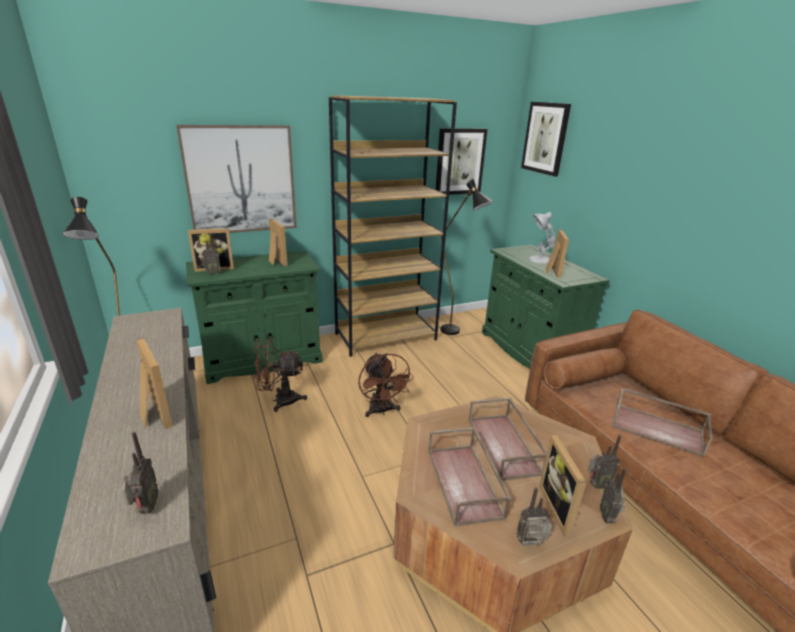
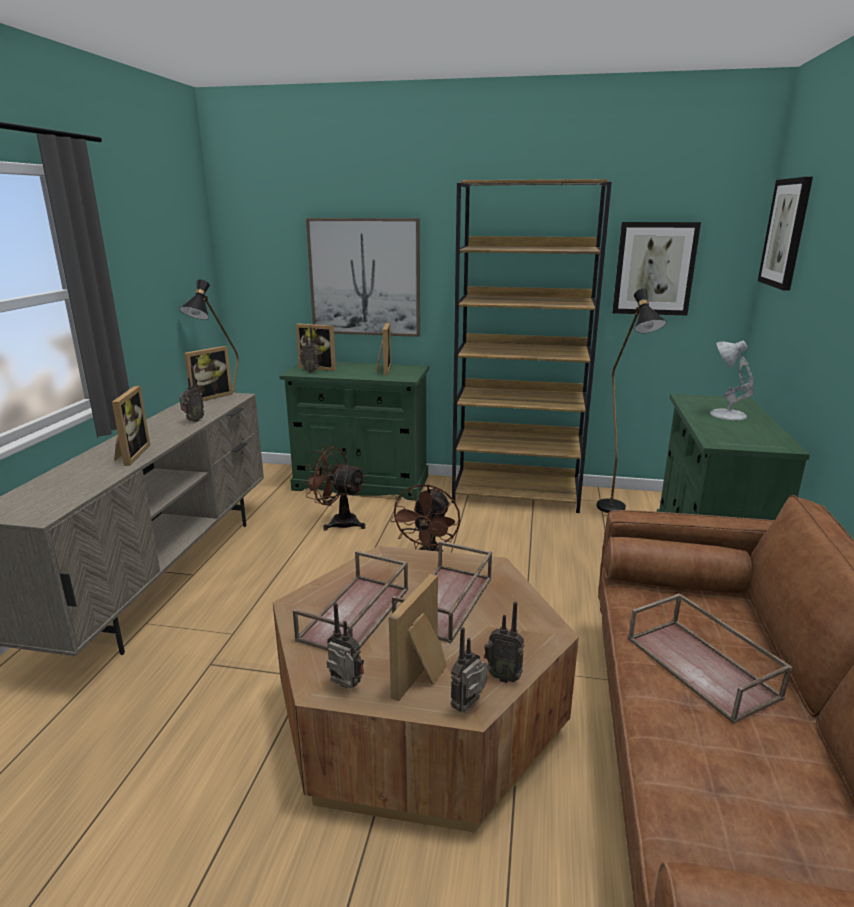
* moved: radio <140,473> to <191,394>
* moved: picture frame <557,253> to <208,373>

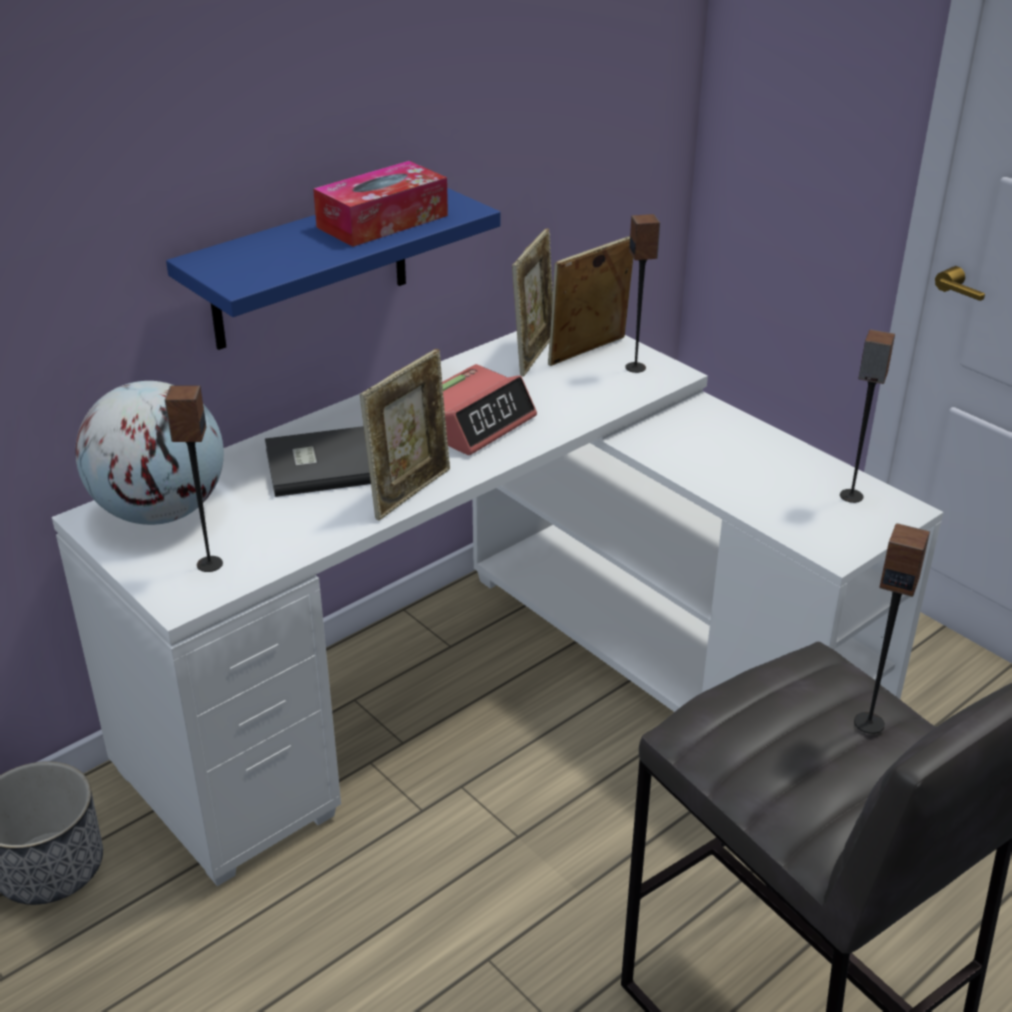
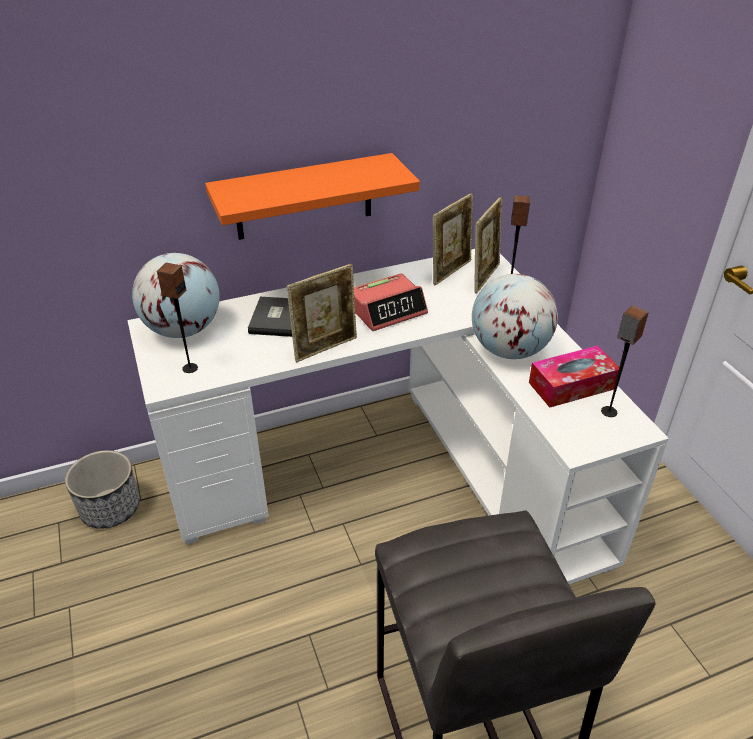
* recoloured: blue shelf <333,269> to orange shelf <312,196>
* added: globe <515,316>
* turned: picture frame <590,301> = <488,245> 135 degrees clockwise
* moved: tissue box <380,204> to <574,377>
* removed: speaker <892,628>

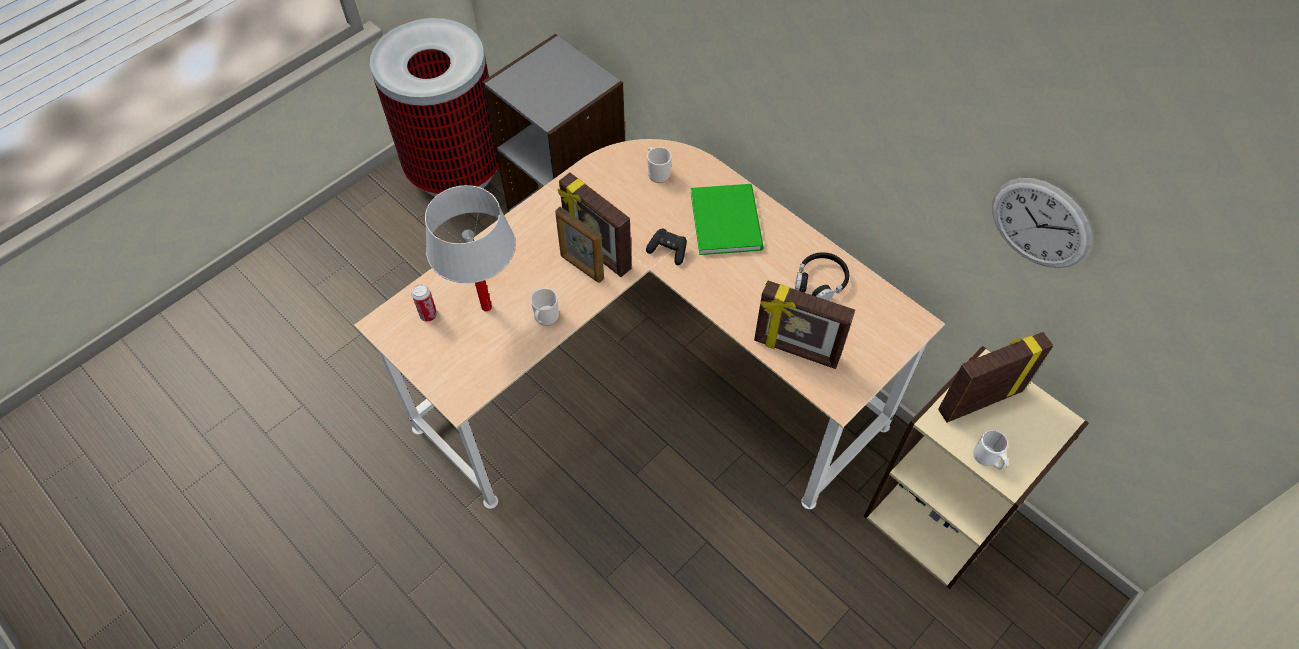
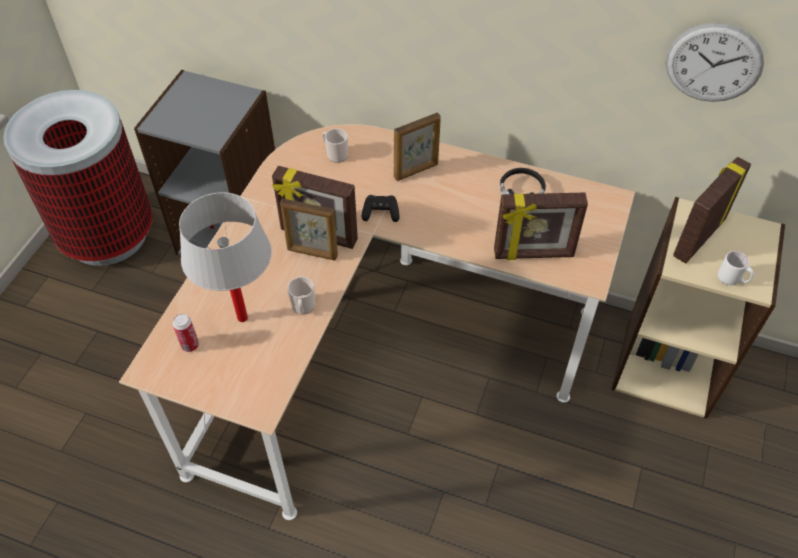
* replaced: green book <727,219> to picture frame <417,147>

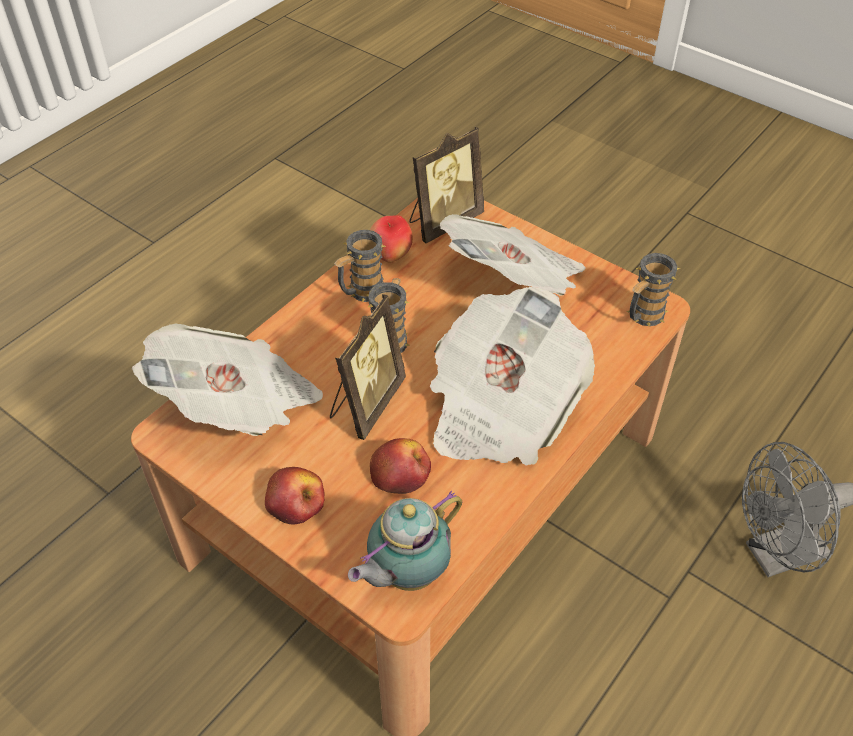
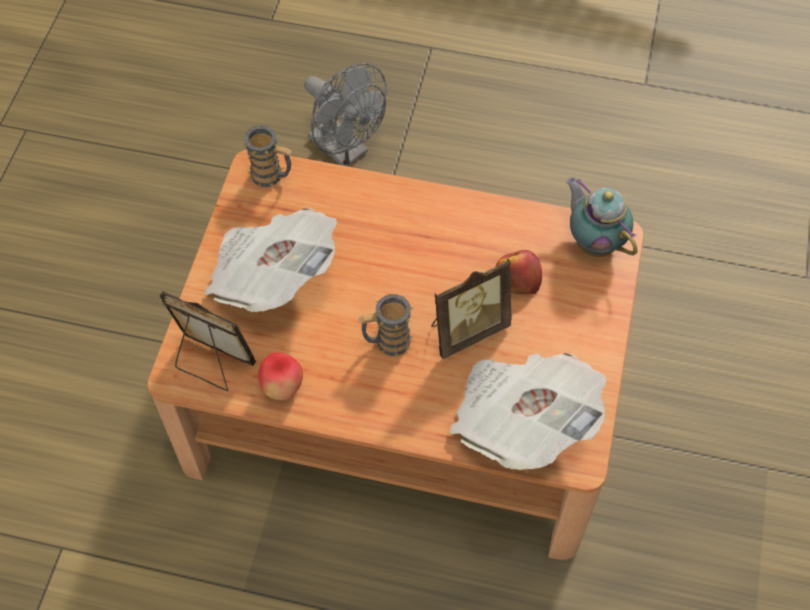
* turned: picture frame <368,367> = <471,308> 150 degrees clockwise
* turned: teapot <405,541> = <602,217> 150 degrees counterclockwise
* removed: apple <295,496>
* removed: mug <360,266>
* removed: newspaper <512,376>

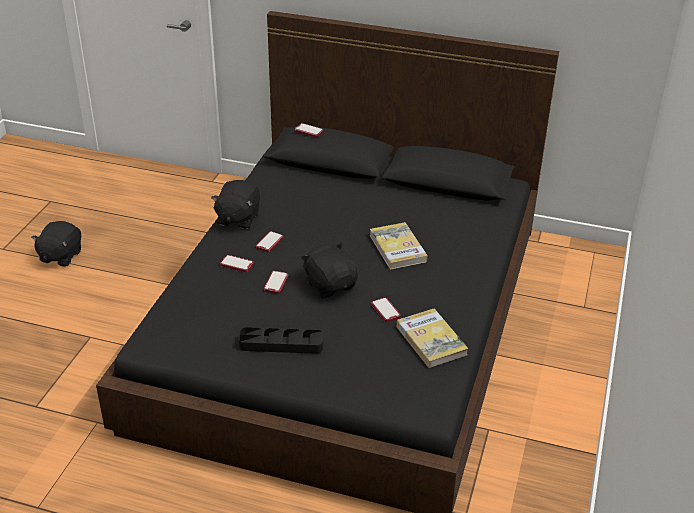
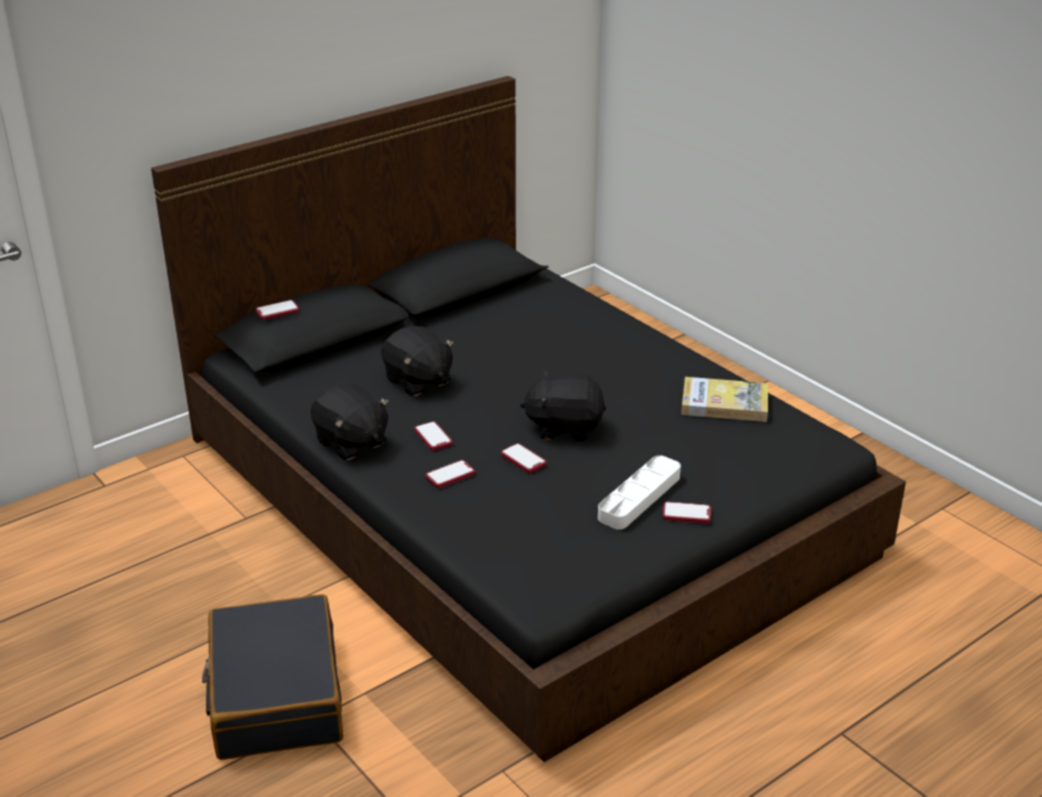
* added: black suitcase <272,677>
* moved: black plush toy <56,244> to <417,361>
* recoloured: black tray <280,340> to white tray <639,492>
* moved: phone <386,310> to <687,513>
* removed: book <398,246>

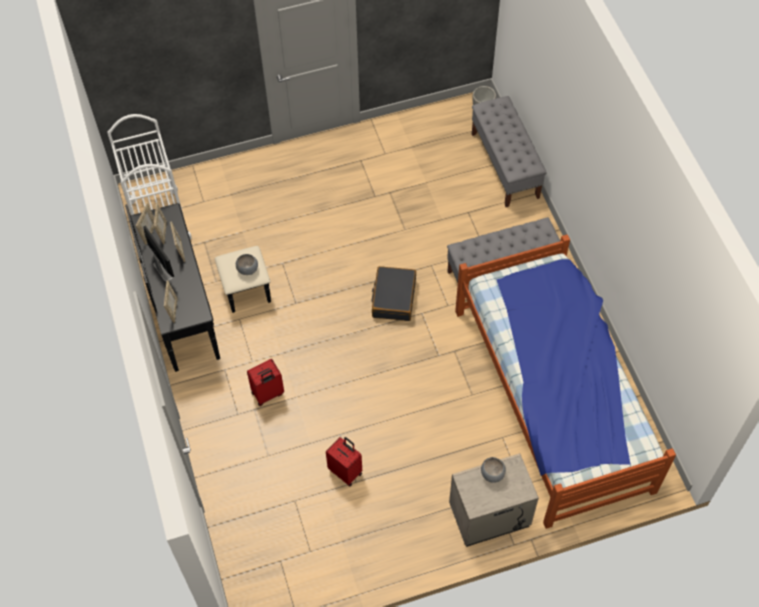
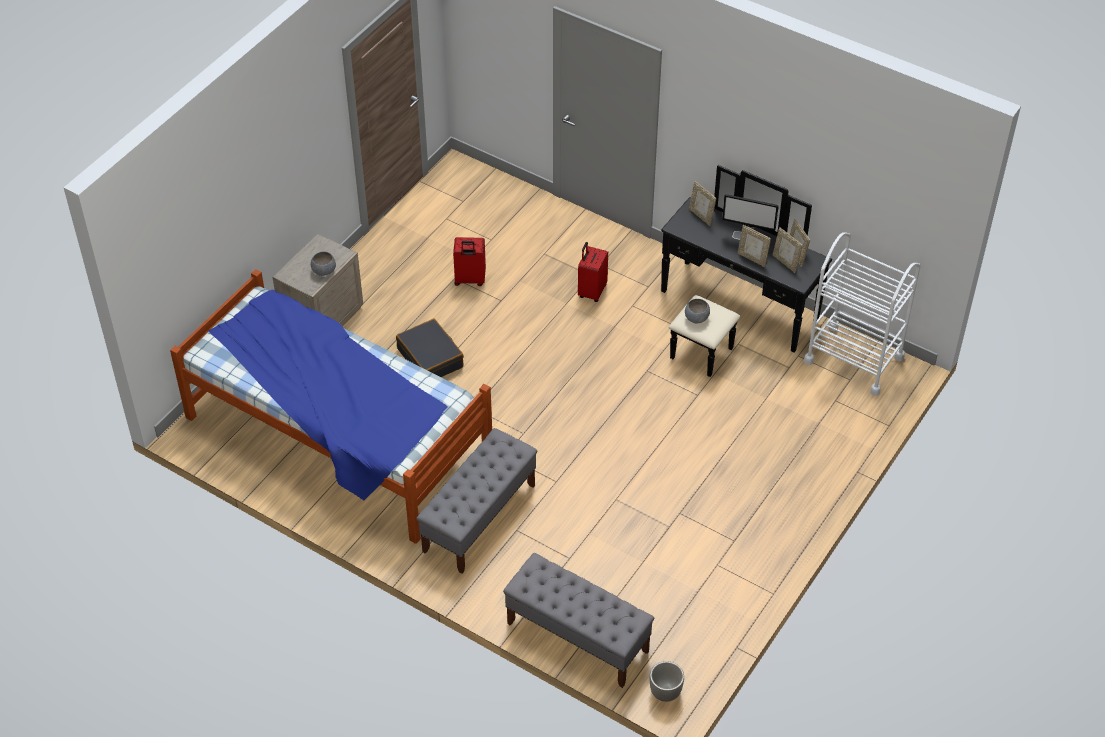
* moved: black suitcase <393,293> to <430,347>

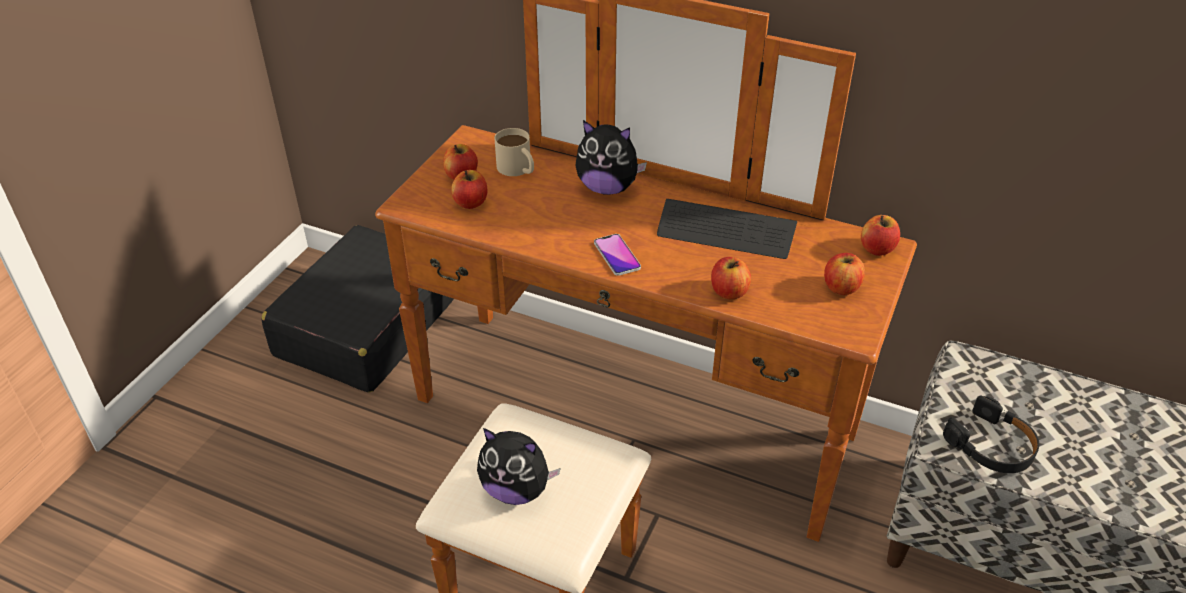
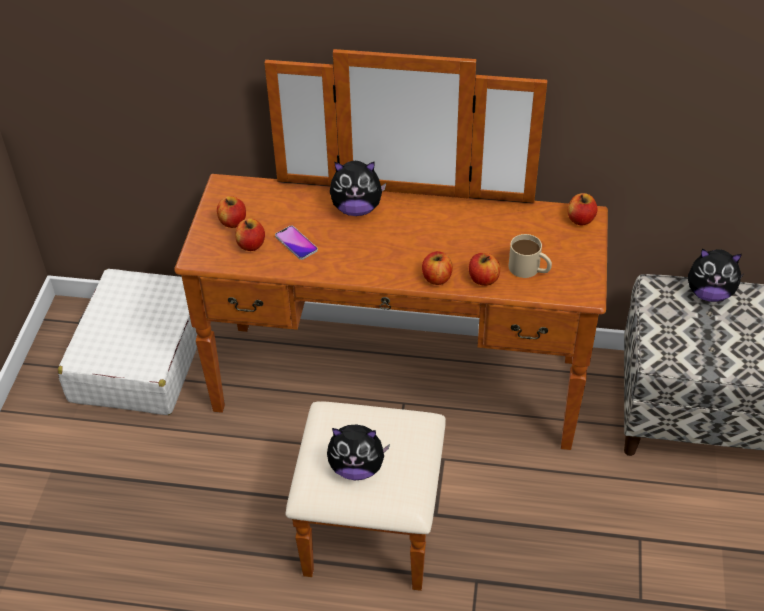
* recoloured: black suitcase <357,309> to white suitcase <127,342>
* moved: phone <617,255> to <296,243>
* moved: apple <844,274> to <437,268>
* moved: beige mug <514,152> to <530,256>
* added: plush toy <715,275>
* removed: keyboard <727,229>
* removed: black headphones <991,434>

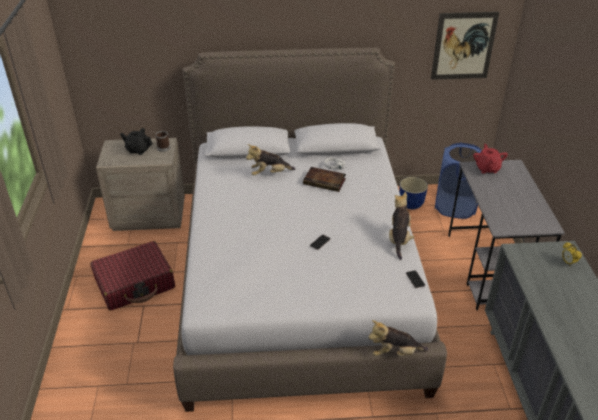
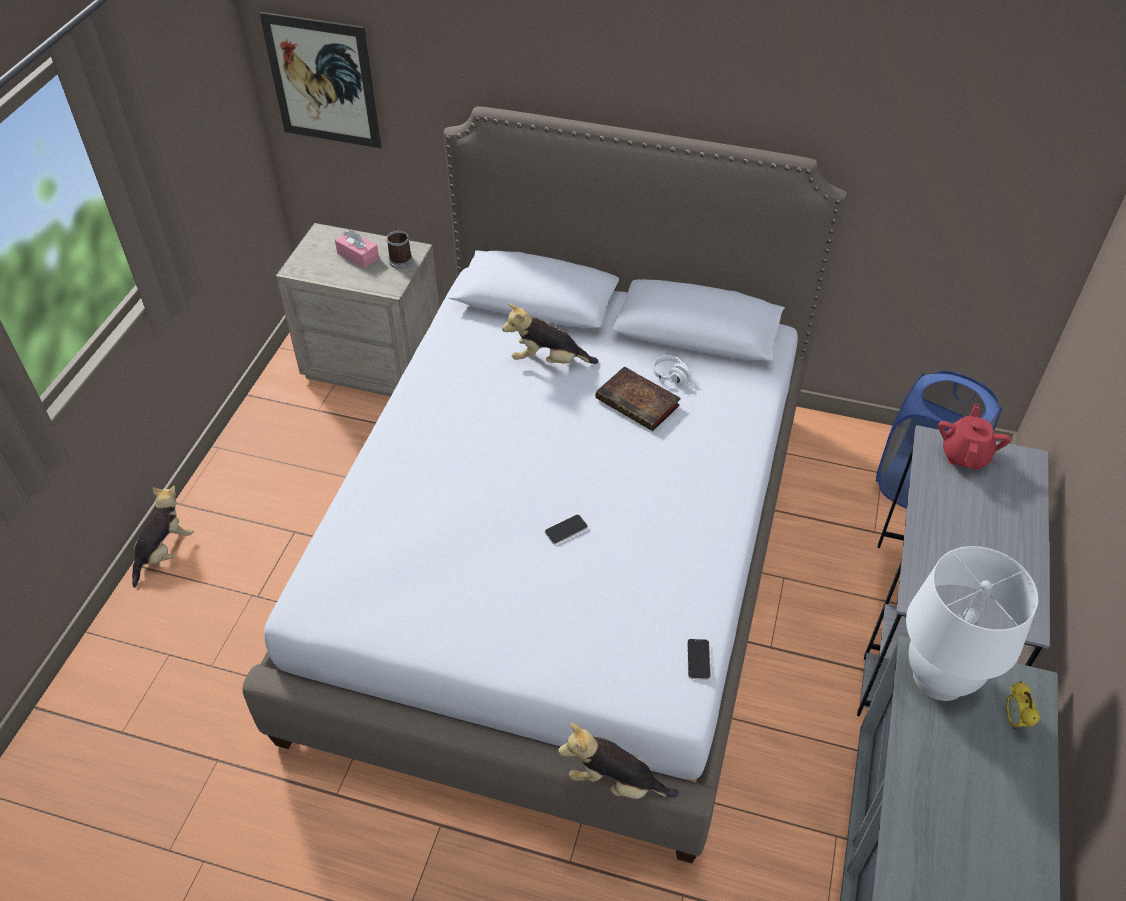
* moved: plush toy <402,226> to <163,537>
* moved: picture <465,46> to <320,80>
* replaced: black teapot <136,141> to pink tissue box <357,248>
* added: white table lamp <972,623>
* removed: red suitcase <132,276>
* removed: planter <413,193>

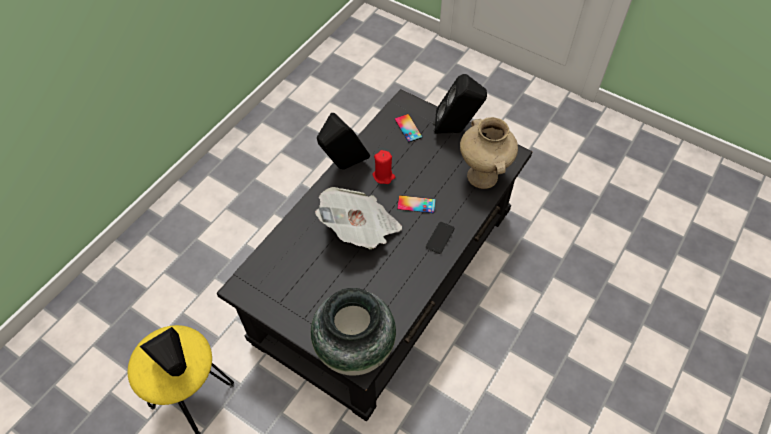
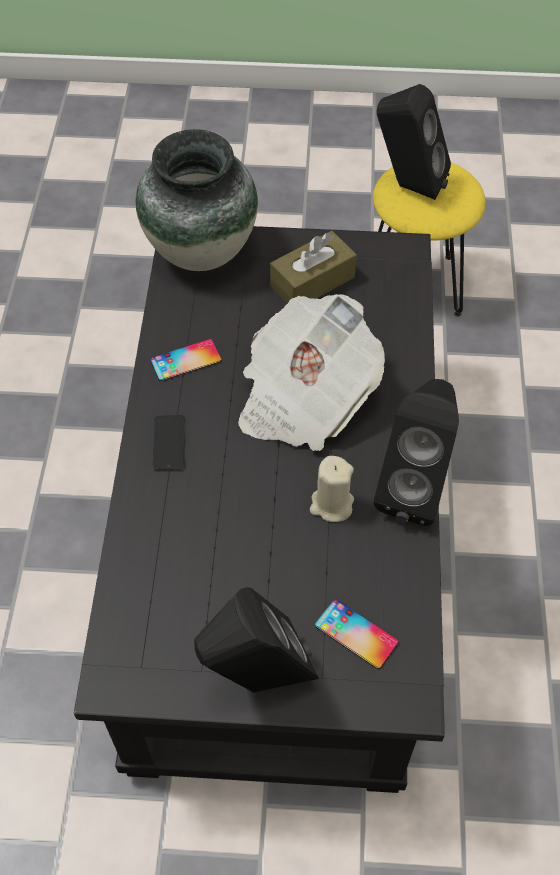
* moved: phone <416,204> to <186,360>
* added: brown tissue box <313,267>
* recoloured: red candle <384,167> to beige candle <332,489>
* removed: beige vase <489,153>

